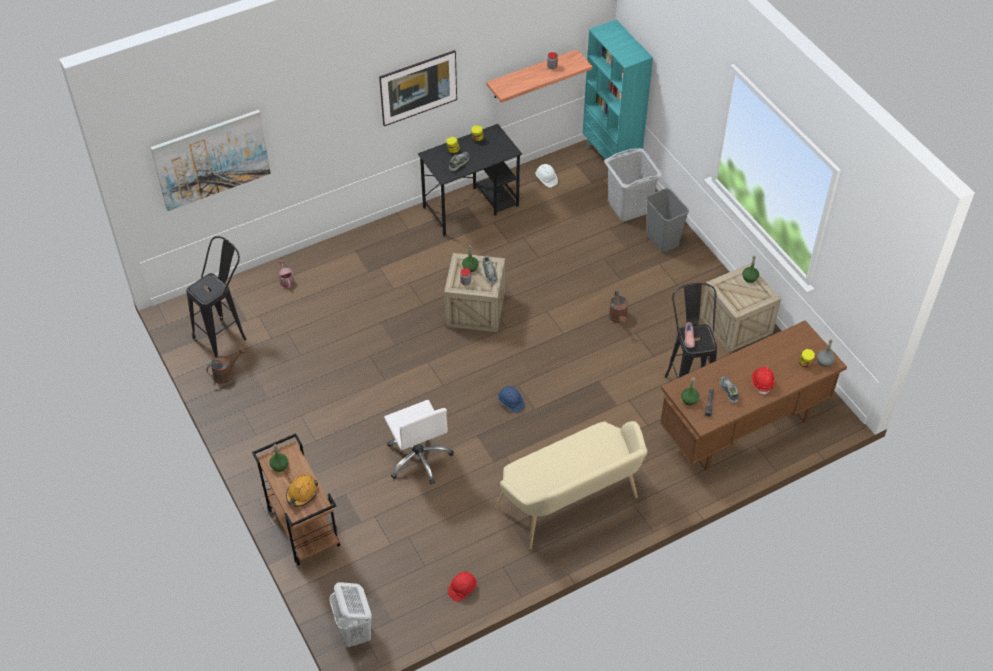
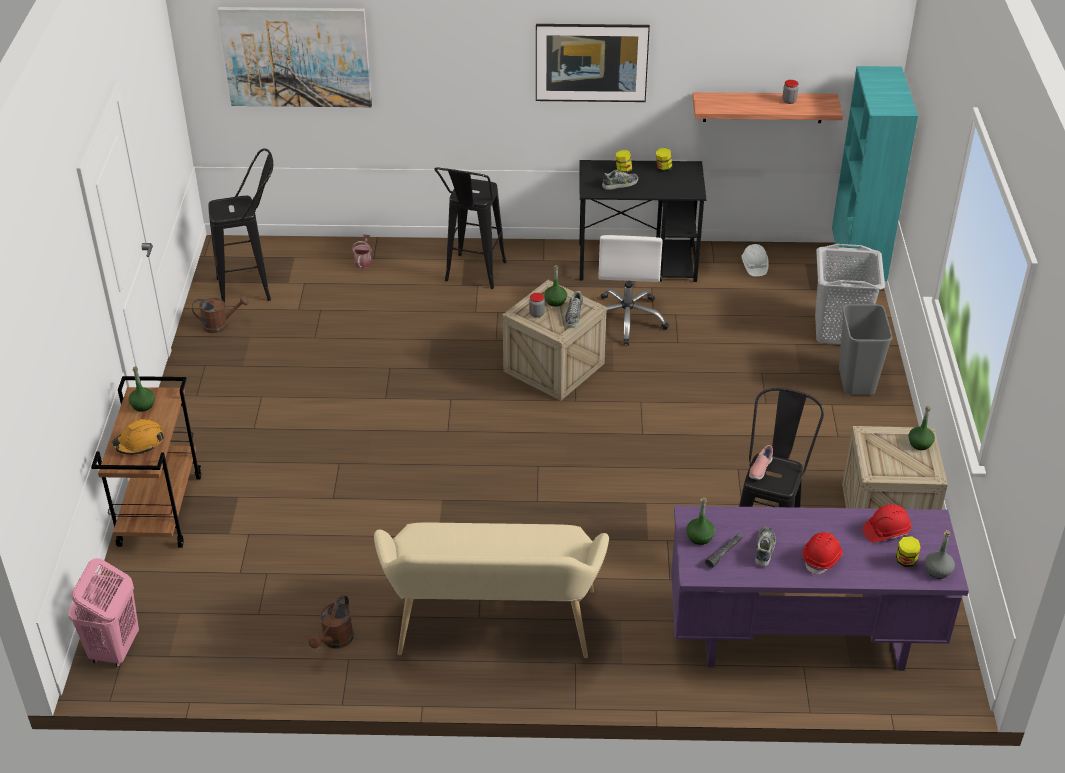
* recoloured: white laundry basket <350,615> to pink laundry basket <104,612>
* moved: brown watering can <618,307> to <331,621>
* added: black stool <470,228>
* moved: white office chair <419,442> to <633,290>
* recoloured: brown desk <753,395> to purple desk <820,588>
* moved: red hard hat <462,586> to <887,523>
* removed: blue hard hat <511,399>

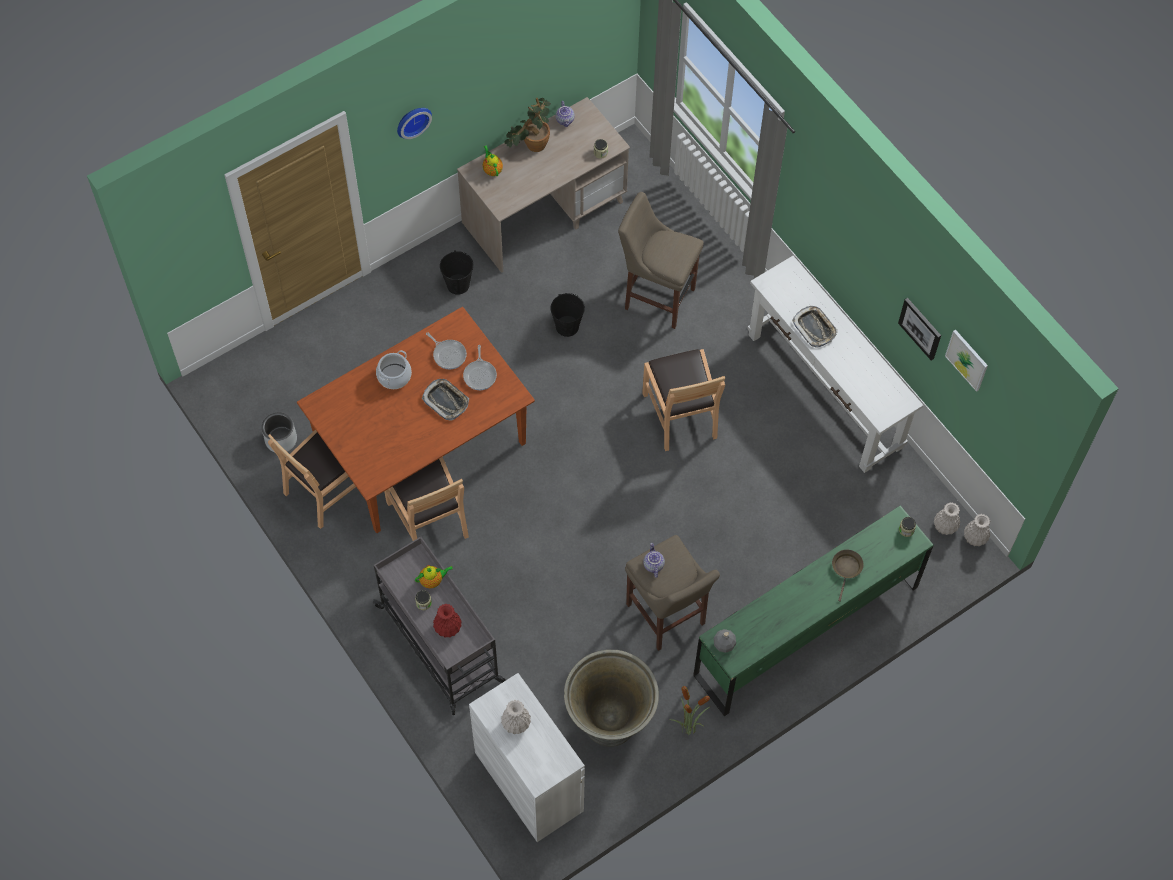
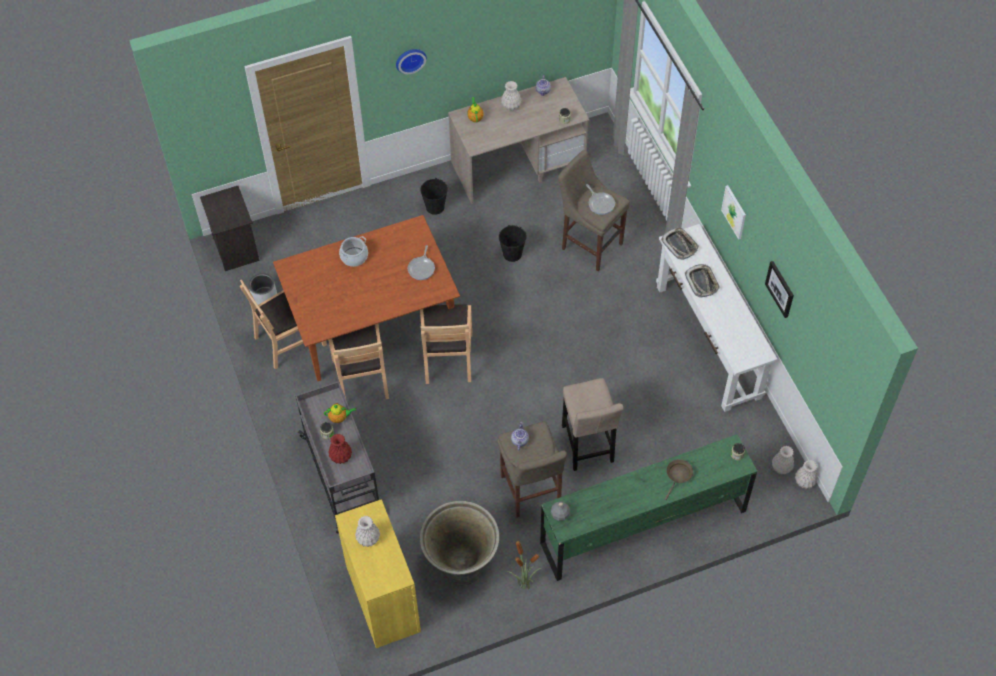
* added: black nightstand <230,228>
* recoloured: white cabinet <527,757> to yellow cabinet <378,573>
* moved: brown chair <683,400> to <446,344>
* replaced: potted plant <527,124> to white vase <511,96>
* added: beige stool <593,424>
* moved: frying pan <446,350> to <600,199>
* moved: tray <445,399> to <680,243>
* moved: picture <966,361> to <733,212>

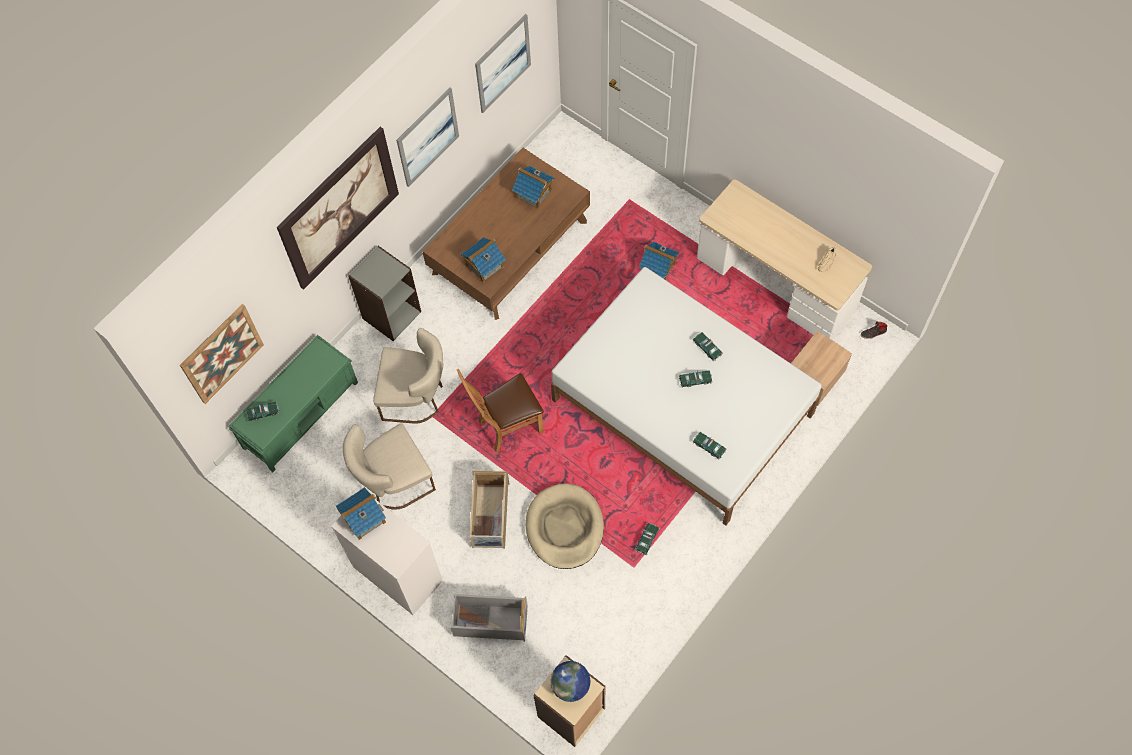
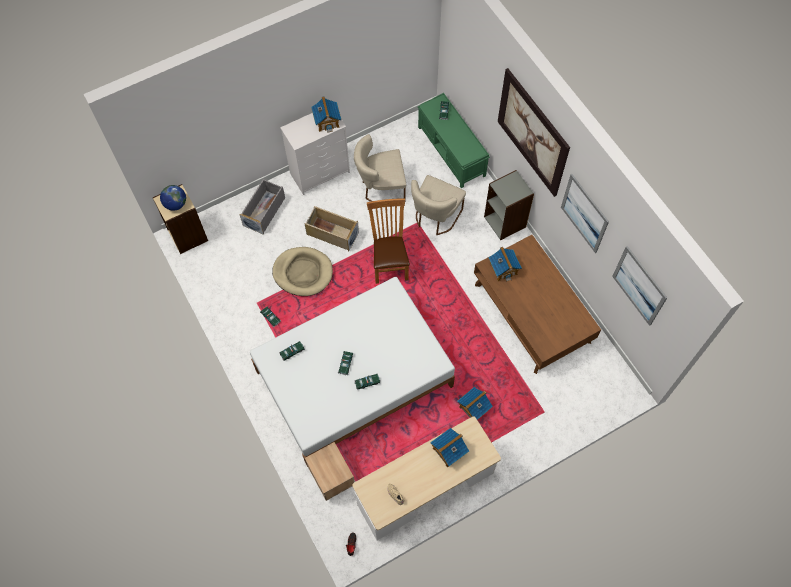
* turned: beige chair <389,466> = <380,168> 90 degrees counterclockwise
* moved: toy house <533,187> to <449,448>
* removed: picture <222,354>

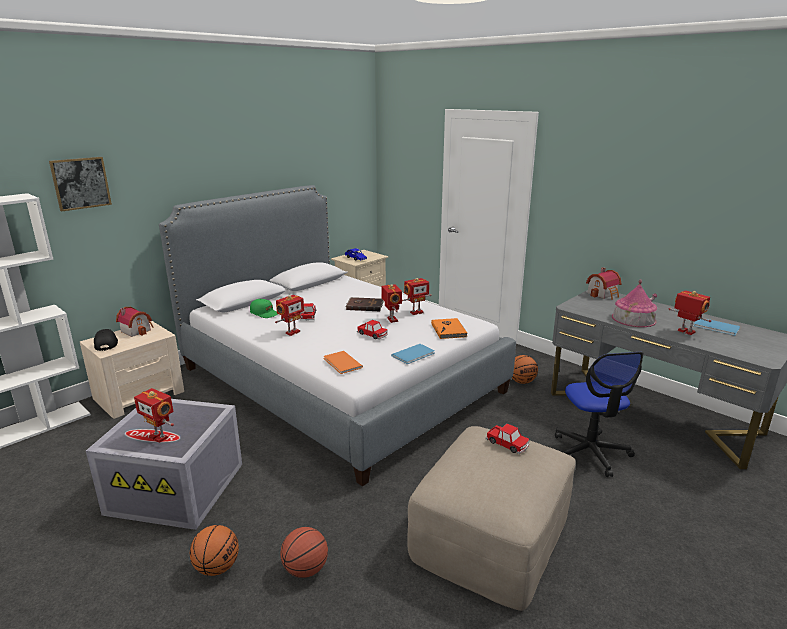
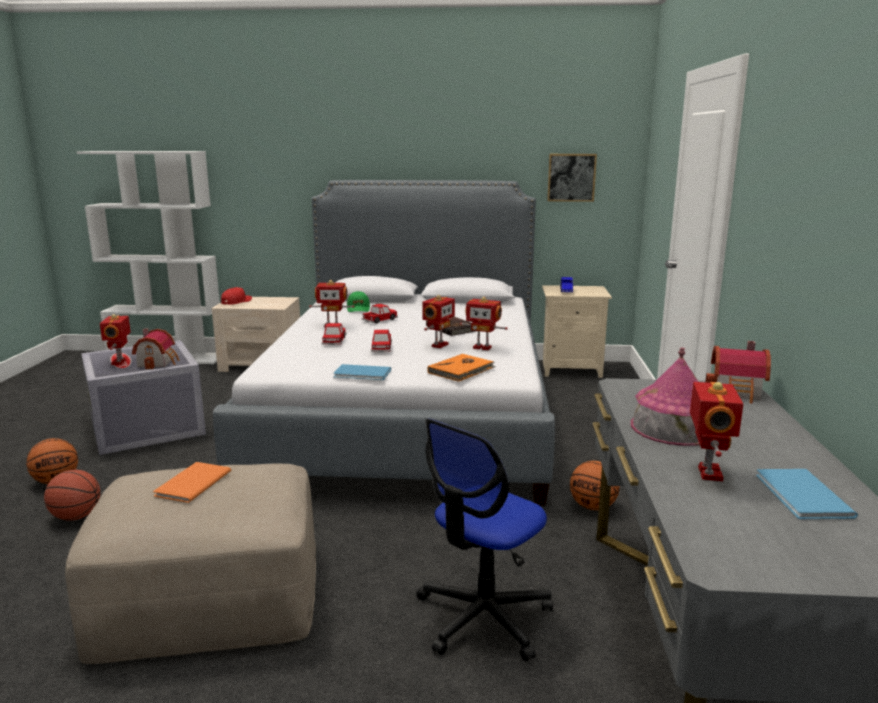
* moved: toy house <135,322> to <155,349>
* moved: orange book <343,362> to <192,482>
* recoloured: black cap <106,340> to red cap <236,296>
* moved: toy car <507,439> to <334,334>
* moved: picture <80,184> to <572,178>

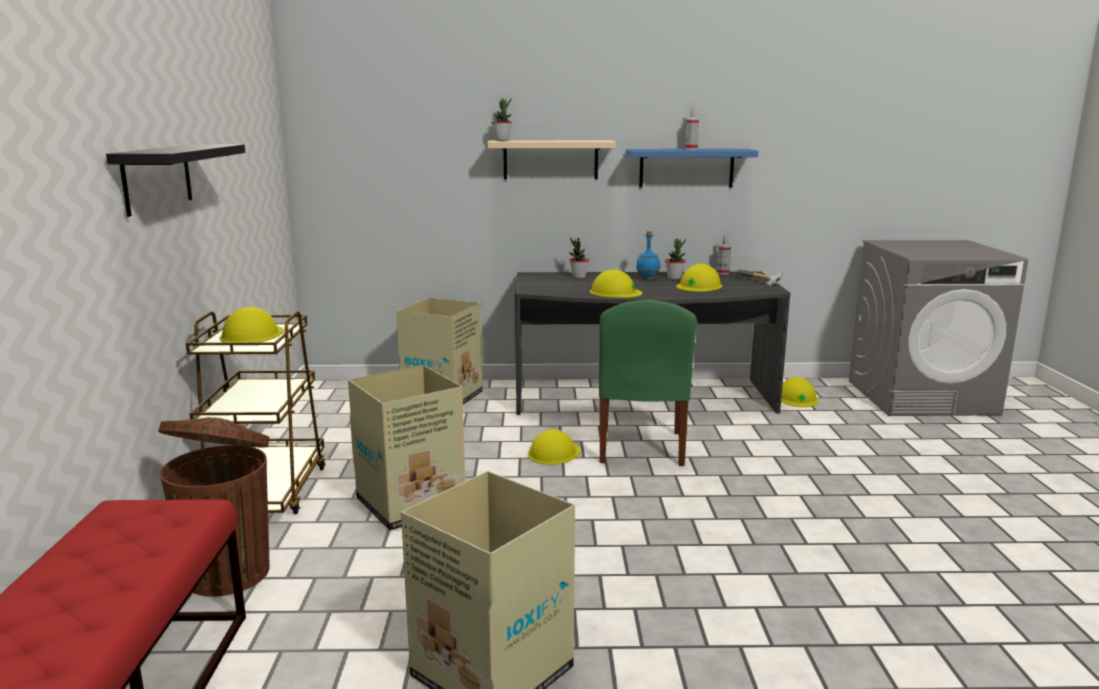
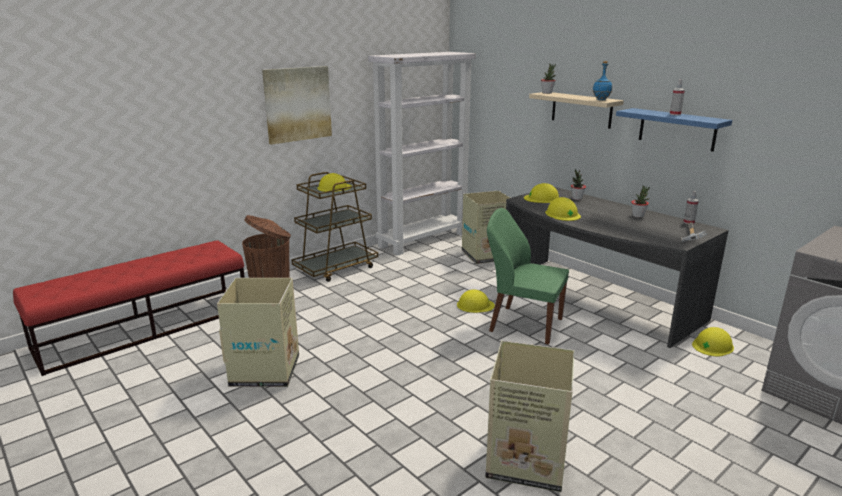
* replaced: black shelf <175,180> to picture <297,105>
* added: white bookcase <422,154>
* moved: cardboard box <406,448> to <530,416>
* turned: green chair <648,383> = <528,276> 60 degrees clockwise
* moved: yellow hard hat <699,278> to <541,193>
* moved: blue bottle <648,255> to <602,80>

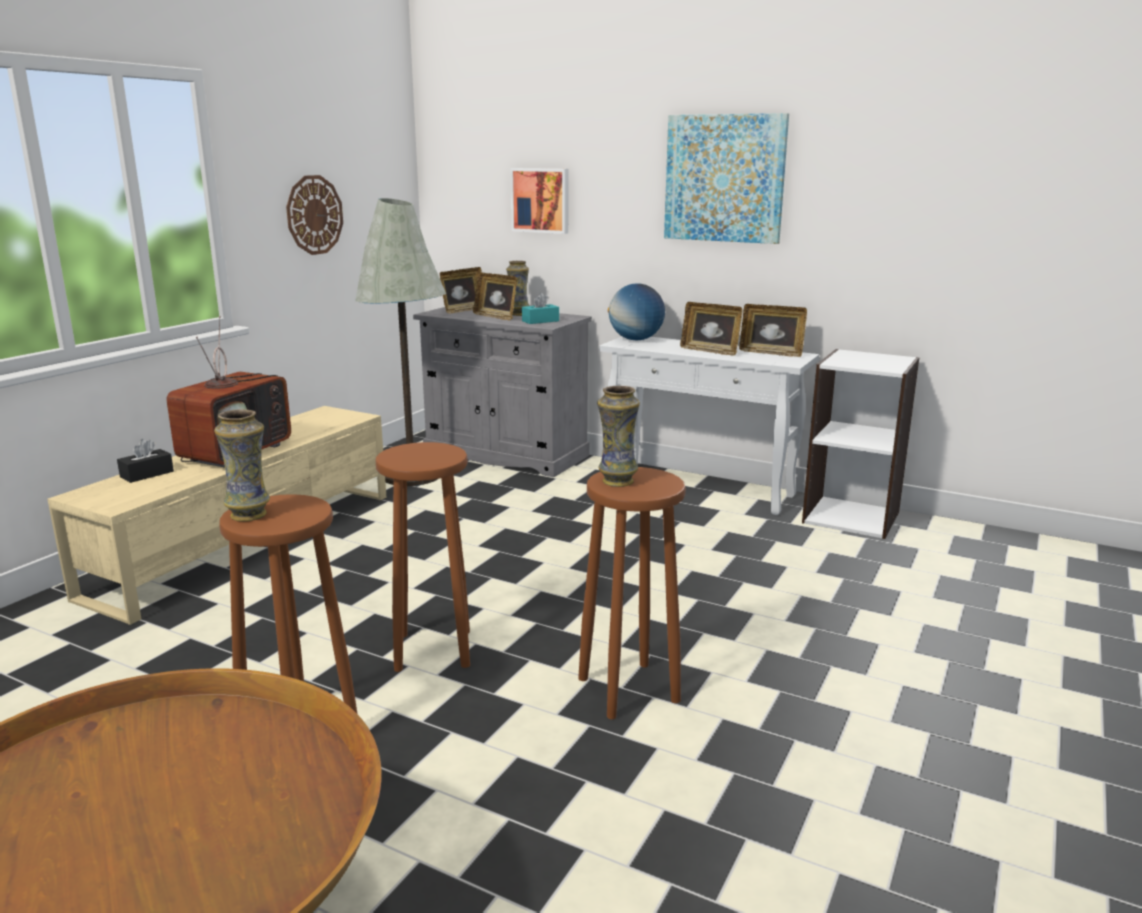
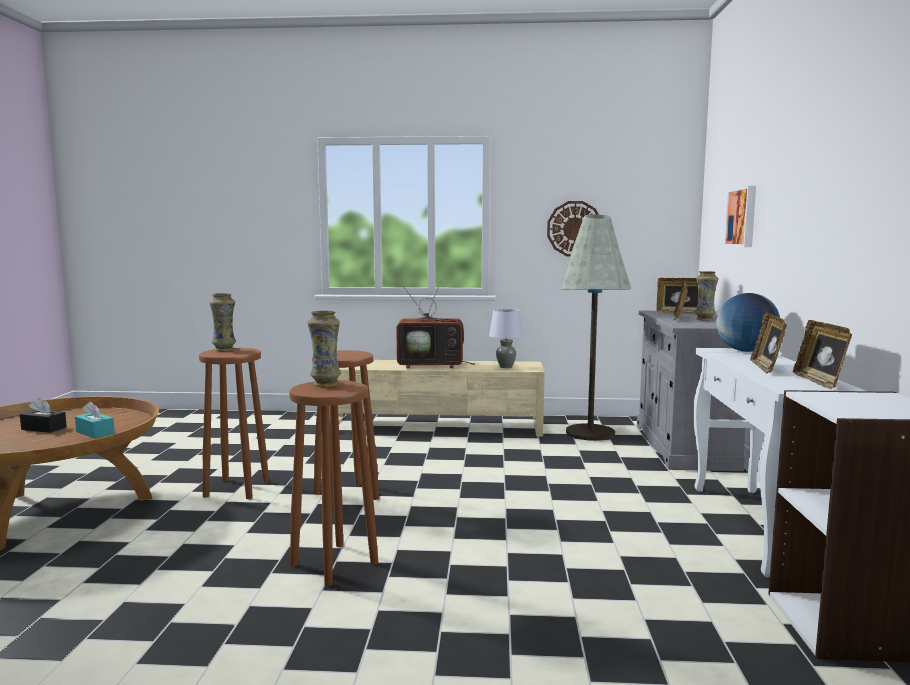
* moved: black tissue box <145,461> to <43,415>
* moved: turquoise tissue box <540,308> to <95,420>
* added: grey table lamp <506,338>
* removed: picture <726,178>

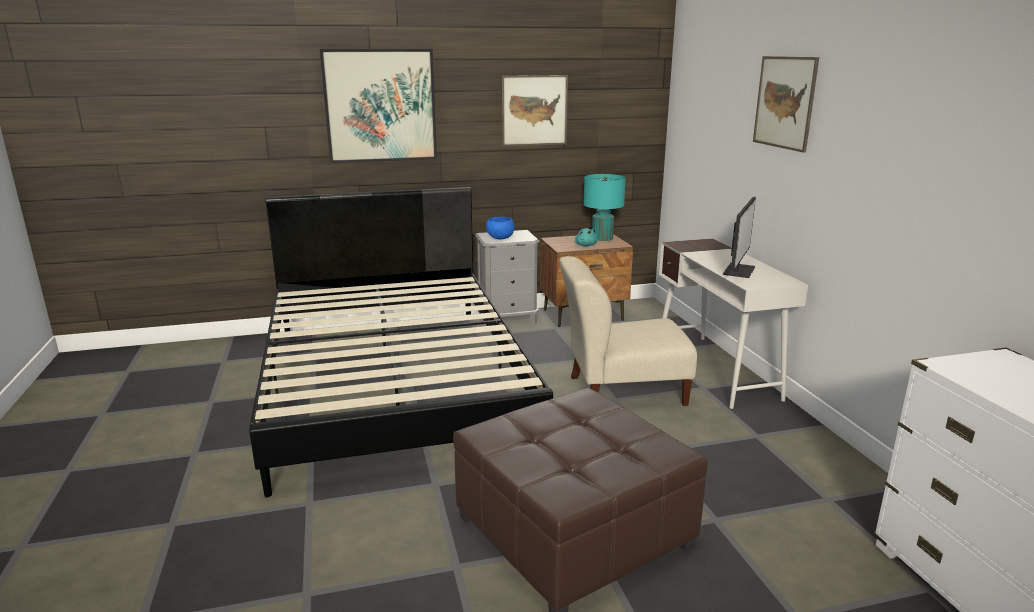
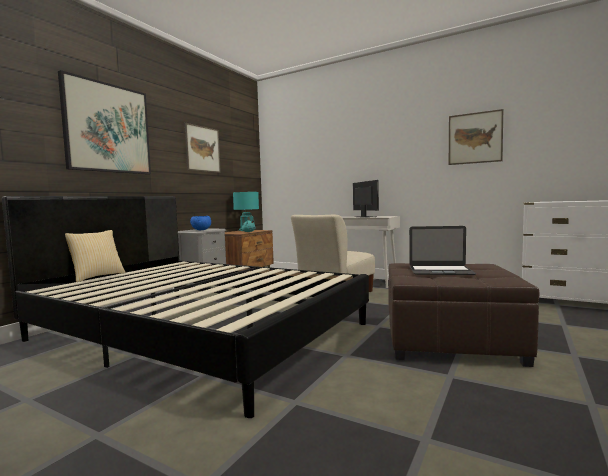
* added: pillow <95,256>
* added: laptop <442,250>
* moved: picture <786,104> to <476,137>

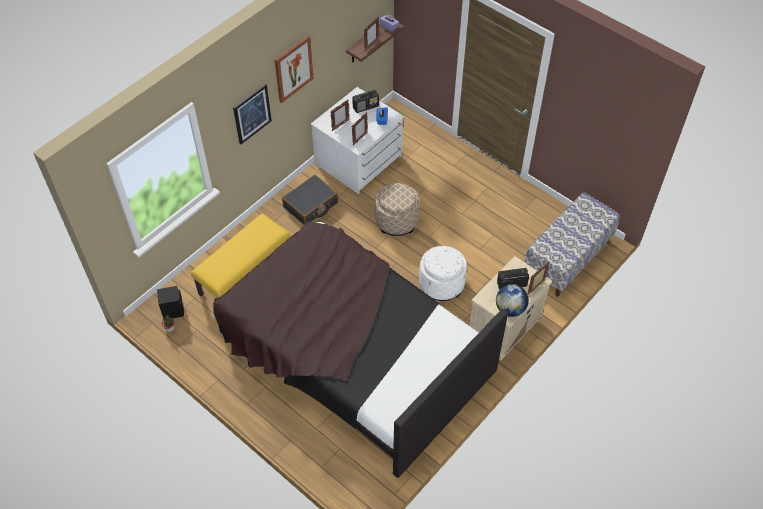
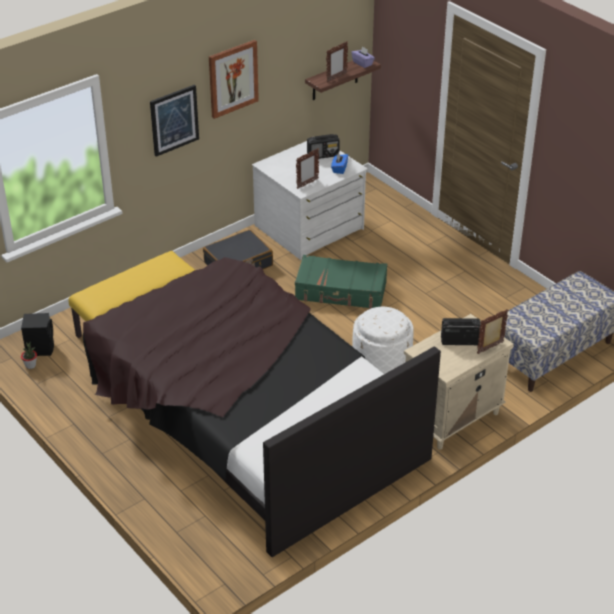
* replaced: beige ottoman <397,209> to green suitcase <341,282>
* removed: picture frame <340,115>
* removed: globe <512,300>

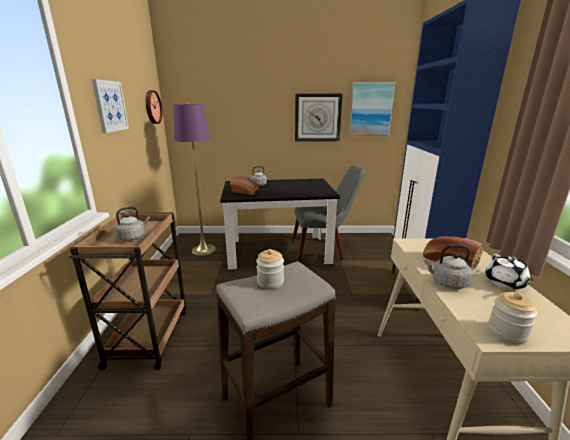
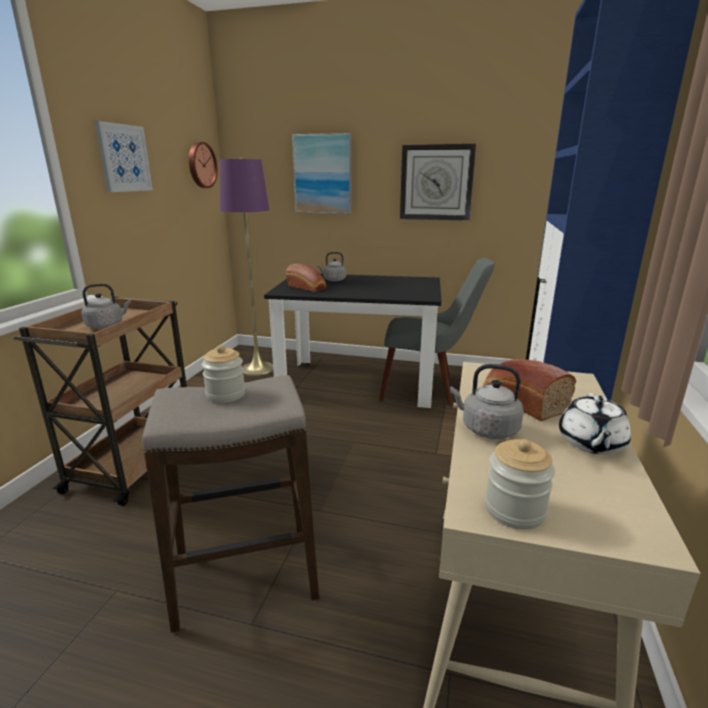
* moved: picture <372,110> to <322,173>

